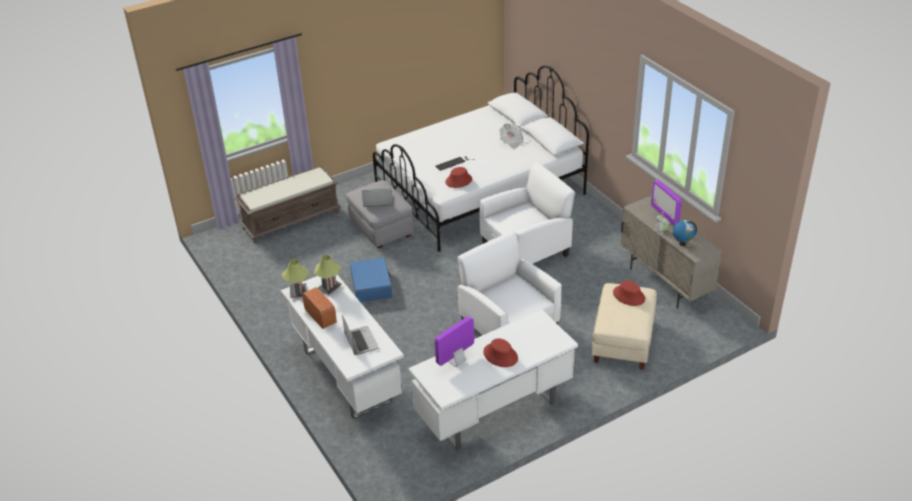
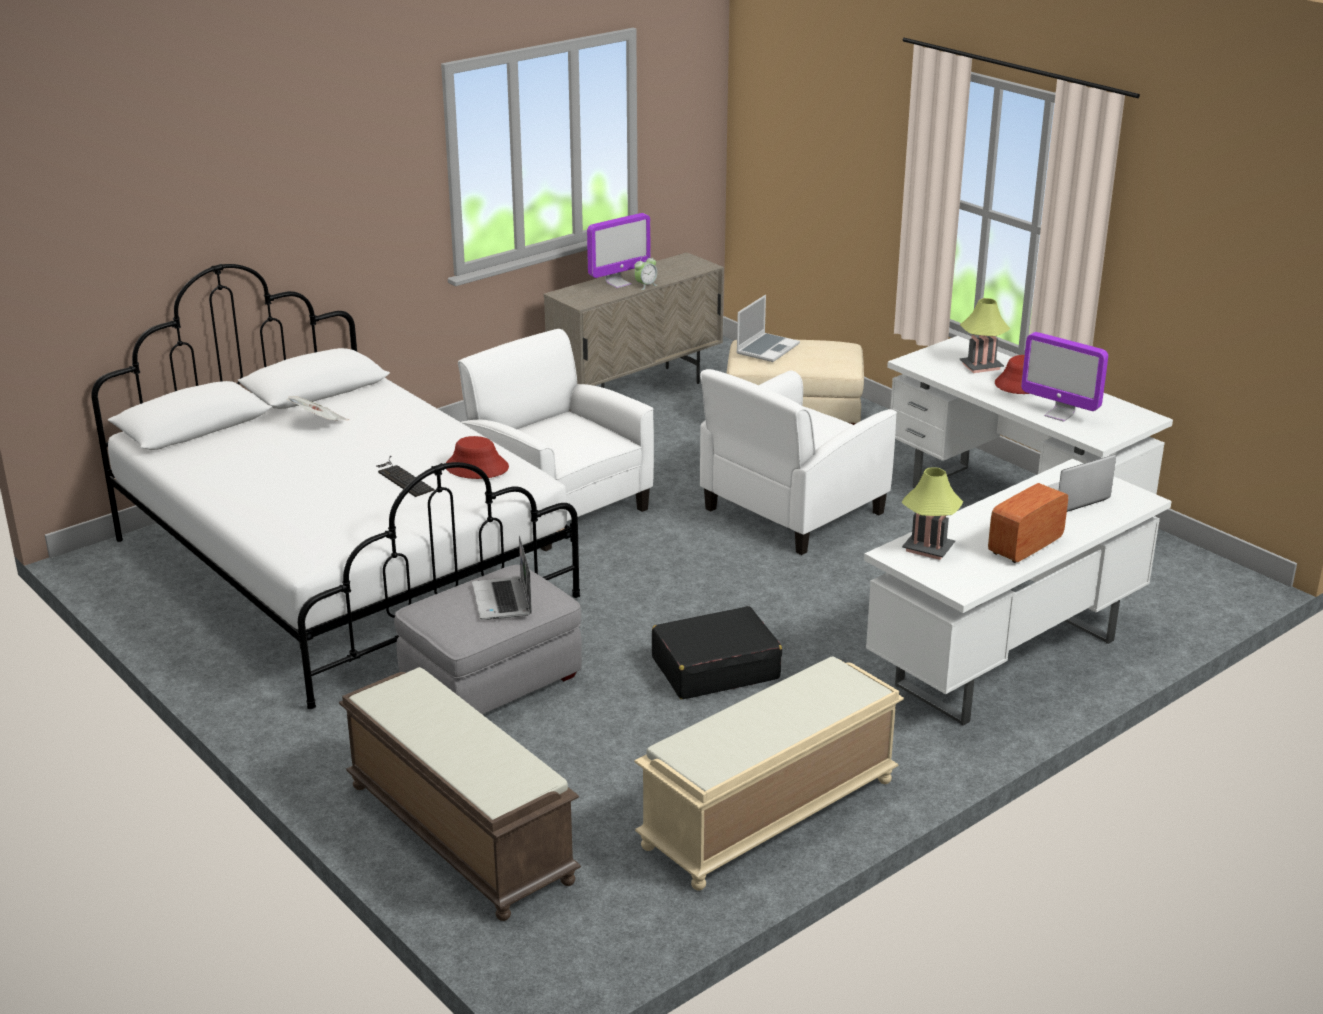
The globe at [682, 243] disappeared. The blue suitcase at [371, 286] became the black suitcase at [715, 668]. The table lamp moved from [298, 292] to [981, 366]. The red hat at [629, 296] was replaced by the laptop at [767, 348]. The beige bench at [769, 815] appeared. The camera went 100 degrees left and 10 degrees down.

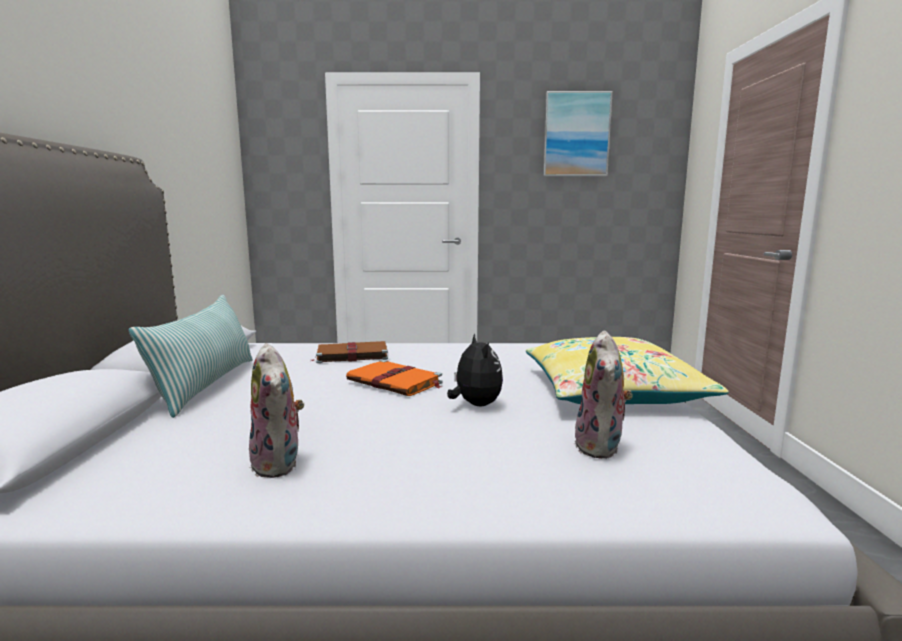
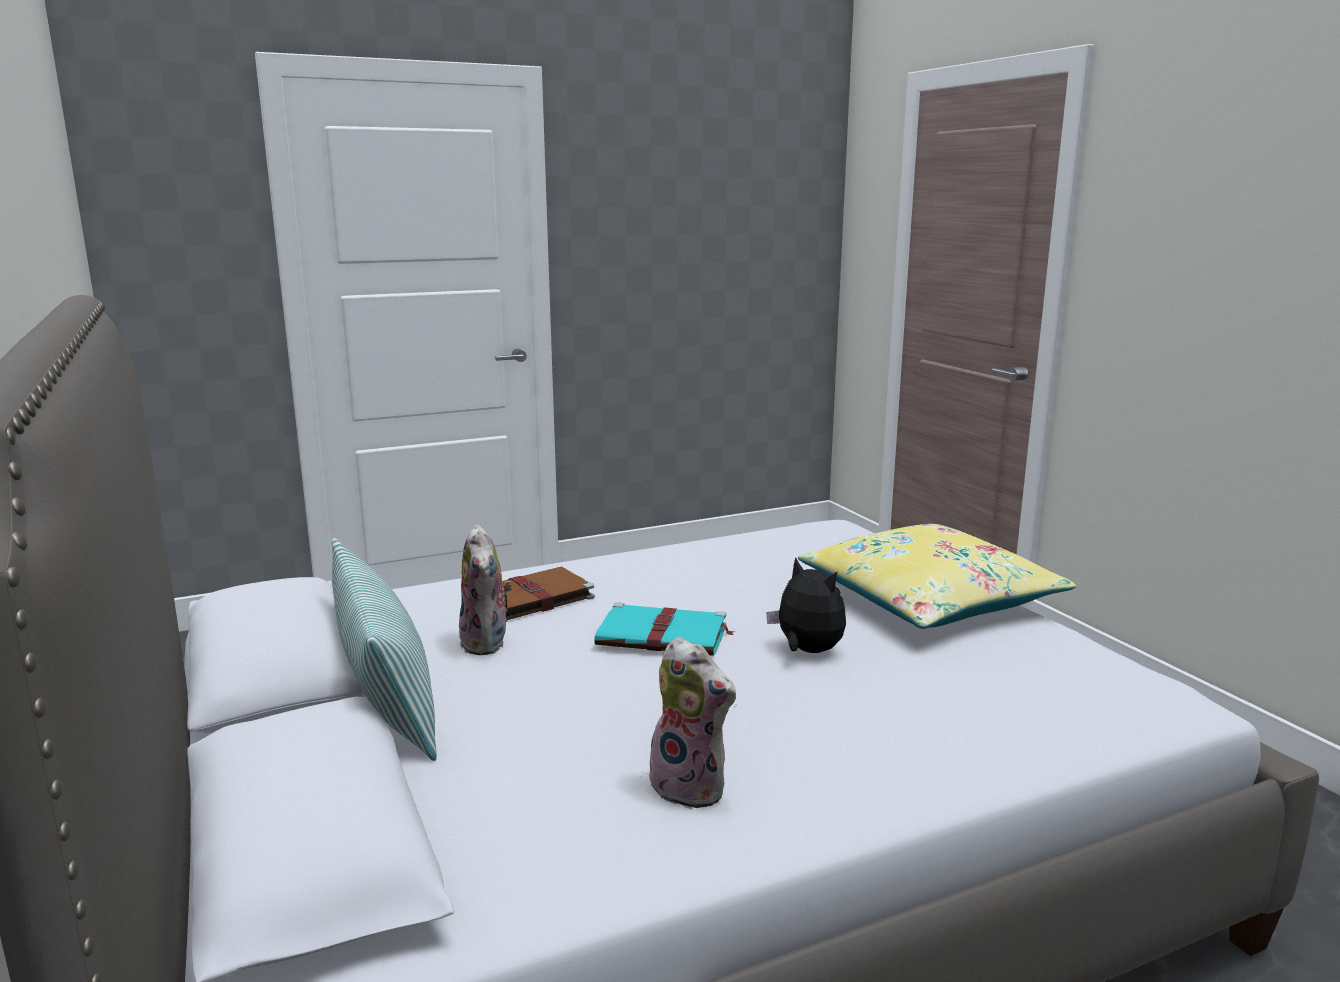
The picture at [576, 134] disappeared. The plush toy moved from [601, 447] to [488, 643]. The orange book at [396, 382] became the turquoise book at [664, 636]. The camera went 25 degrees left and 5 degrees up.

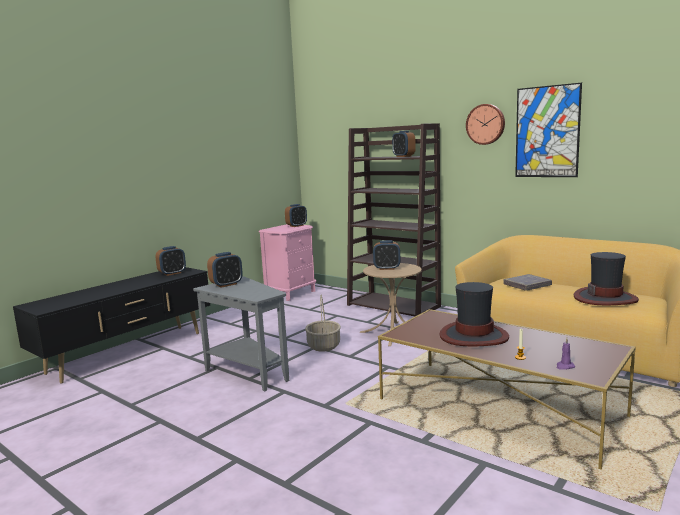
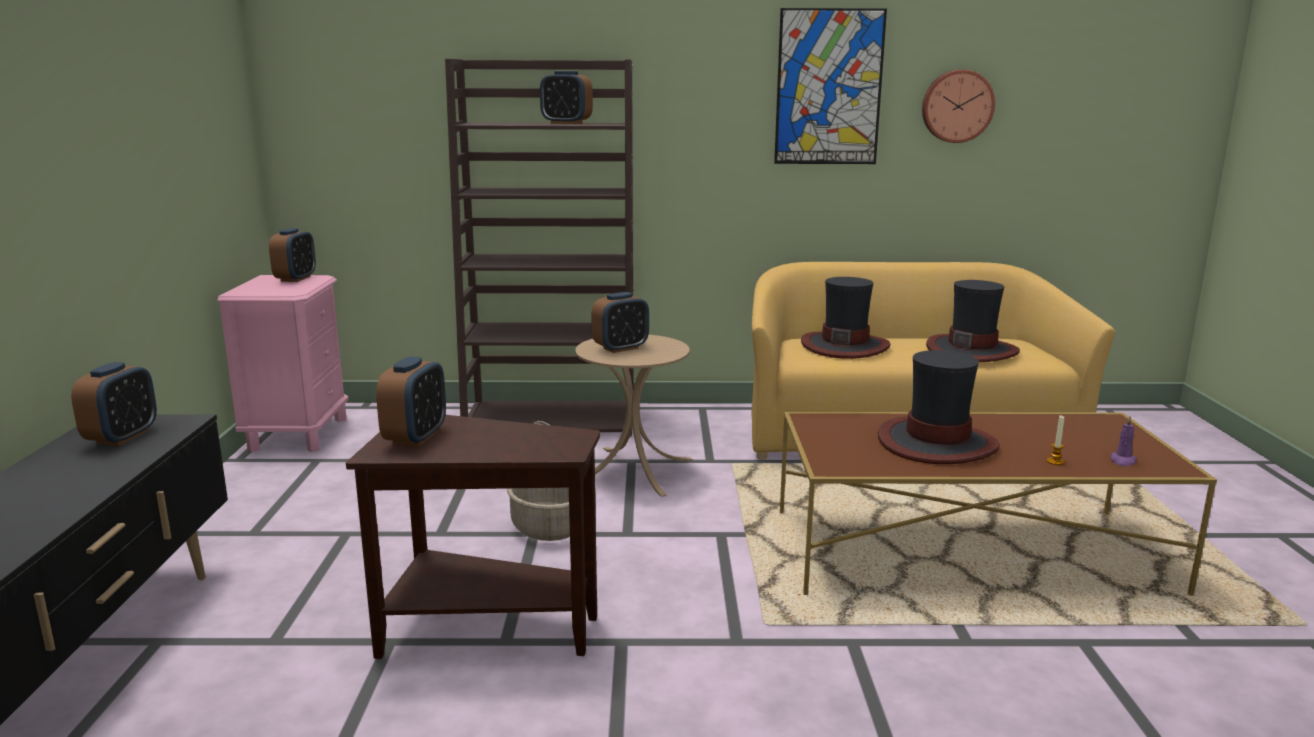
The wall clock moved from [486, 124] to [956, 106]. The grey book at [527, 285] was replaced by the hat at [844, 346]. The grey side table at [248, 372] became the brown side table at [482, 628]. The camera went 40 degrees left and 5 degrees up.

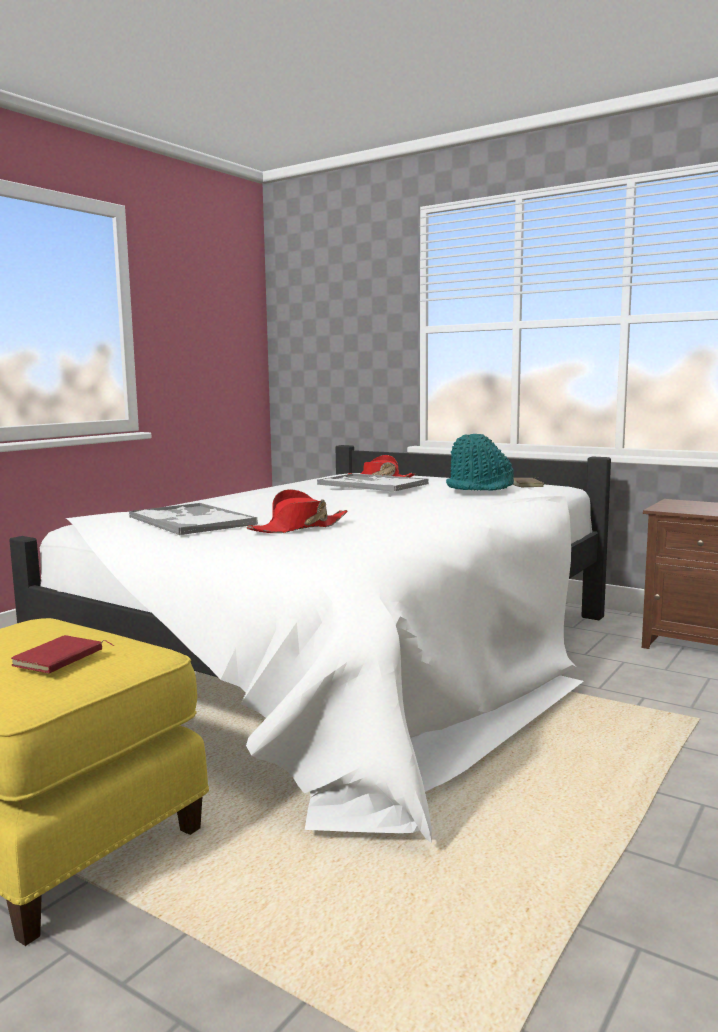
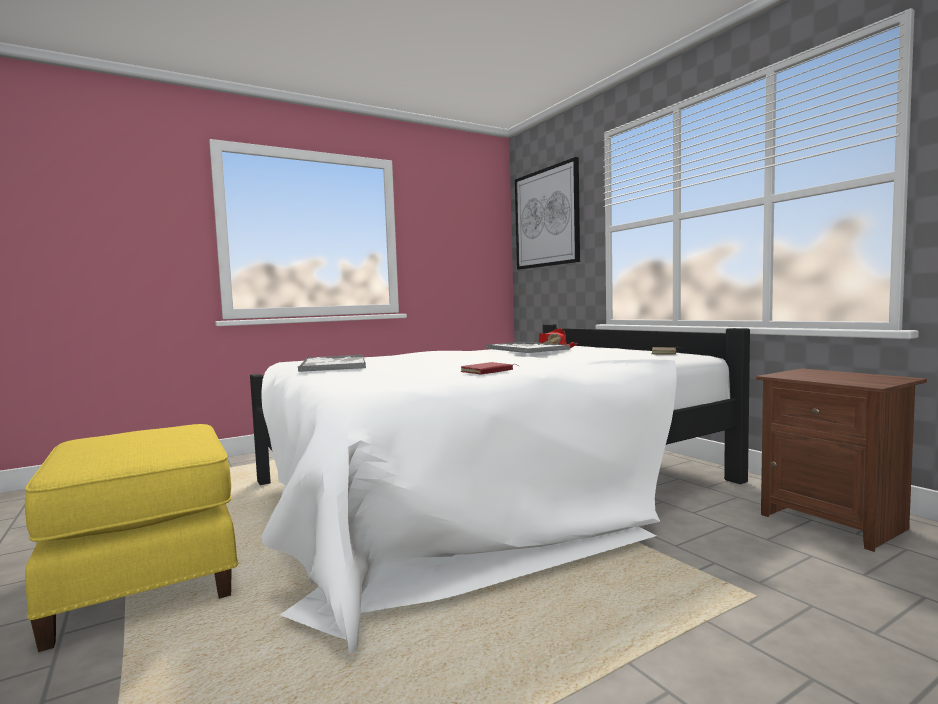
The turquoise hat at [480, 488] disappeared. The red hat at [298, 528] disappeared. The red book moved from [60, 659] to [488, 371]. The picture at [546, 218] appeared. The camera went 25 degrees right and 5 degrees down.

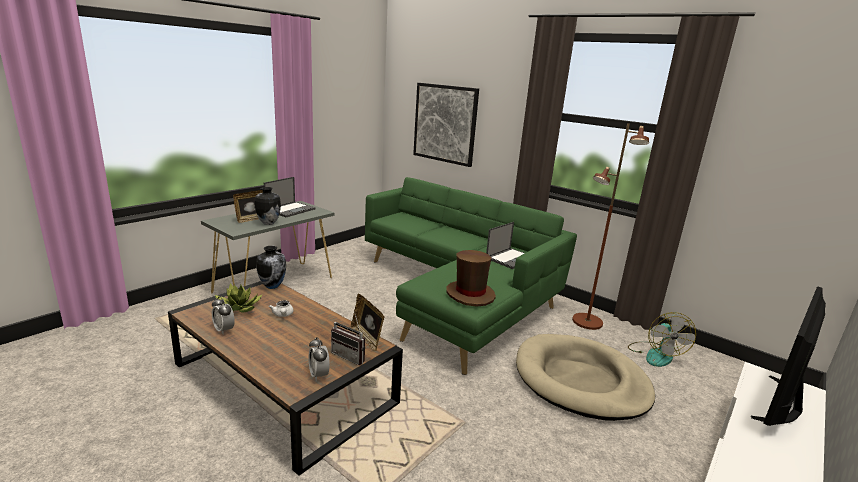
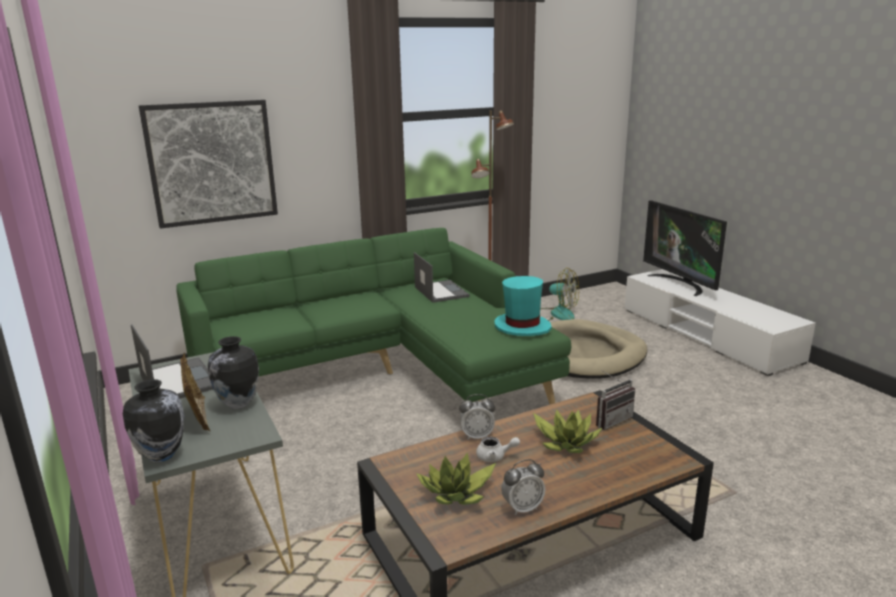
The vase moved from [272, 286] to [161, 455]. The brown hat at [470, 294] became the turquoise hat at [522, 327]. The picture frame at [367, 338] disappeared. The alarm clock moved from [319, 375] to [477, 436]. The potted plant at [566, 442] appeared. The camera went 65 degrees left and 0 degrees up.

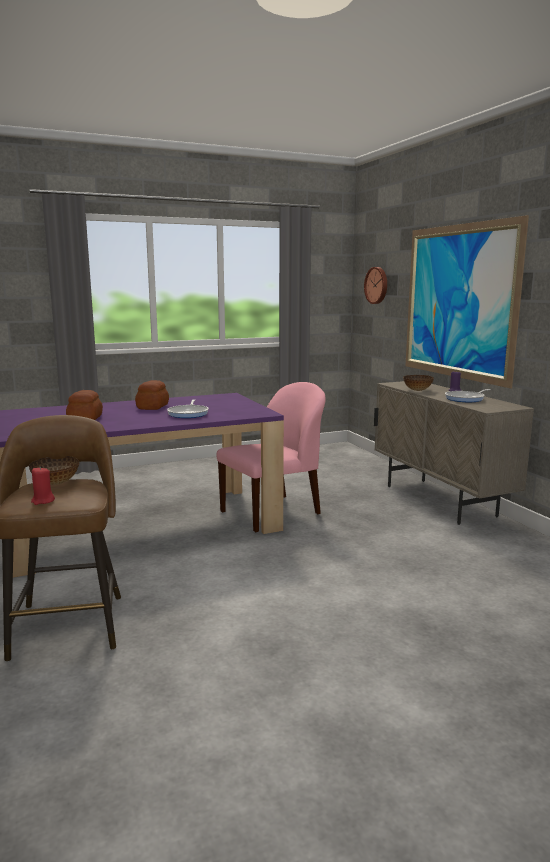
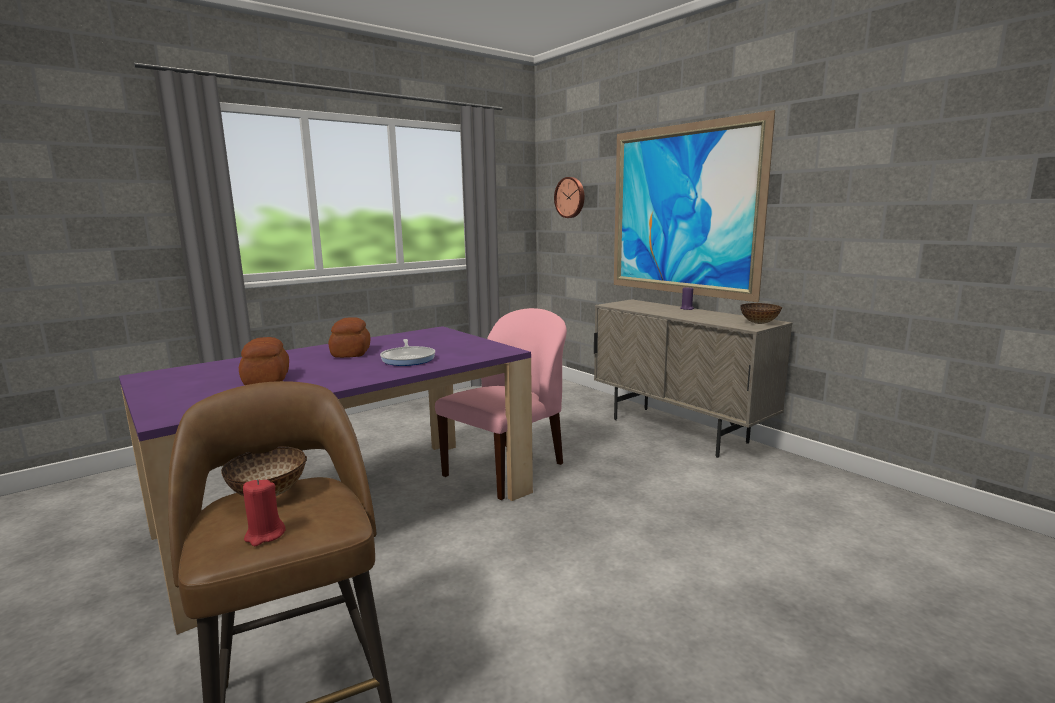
The bowl moved from [417, 390] to [758, 323]. The frying pan at [466, 399] disappeared. The camera went 15 degrees left and 0 degrees up.

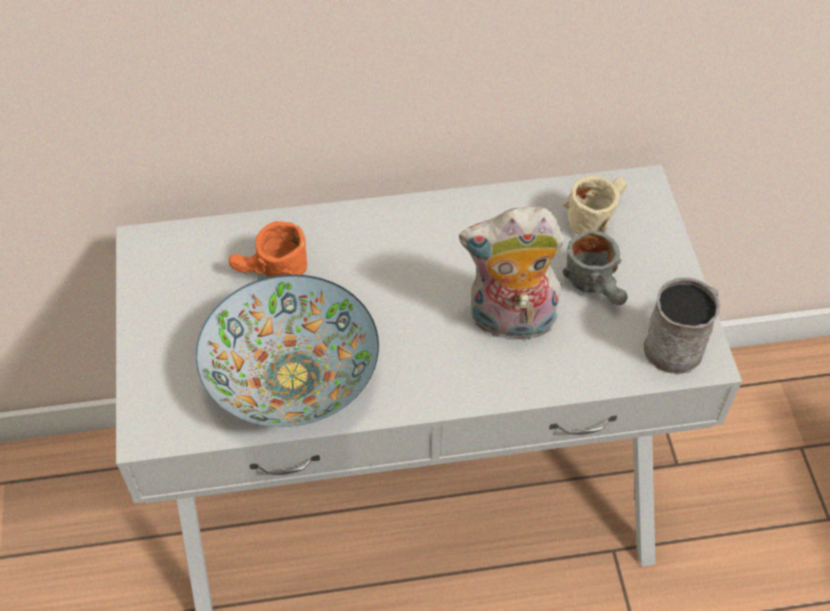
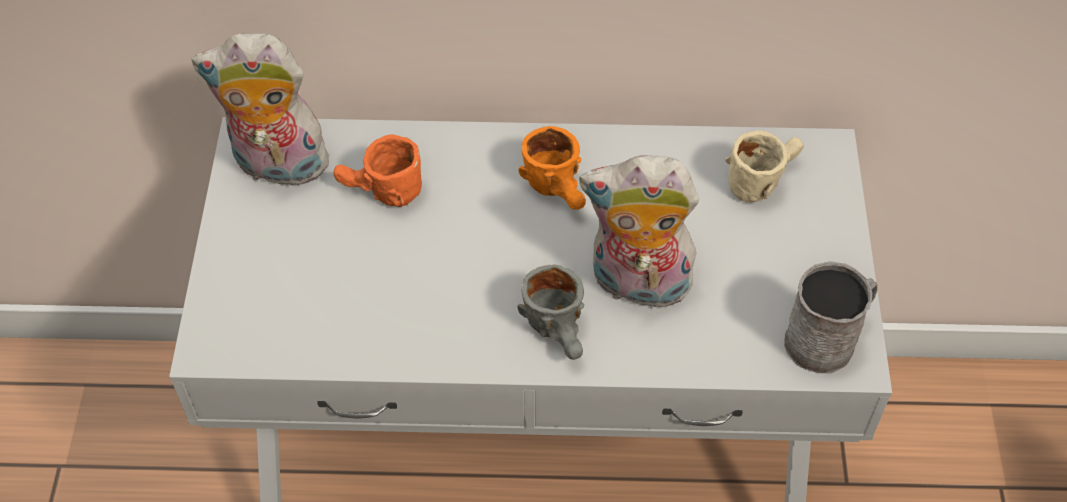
The grey mug moved from [598, 288] to [561, 333]. The bowl at [292, 376] disappeared. The plush toy at [277, 167] appeared. The orange mug at [560, 191] appeared. The camera went 10 degrees right and 0 degrees up.

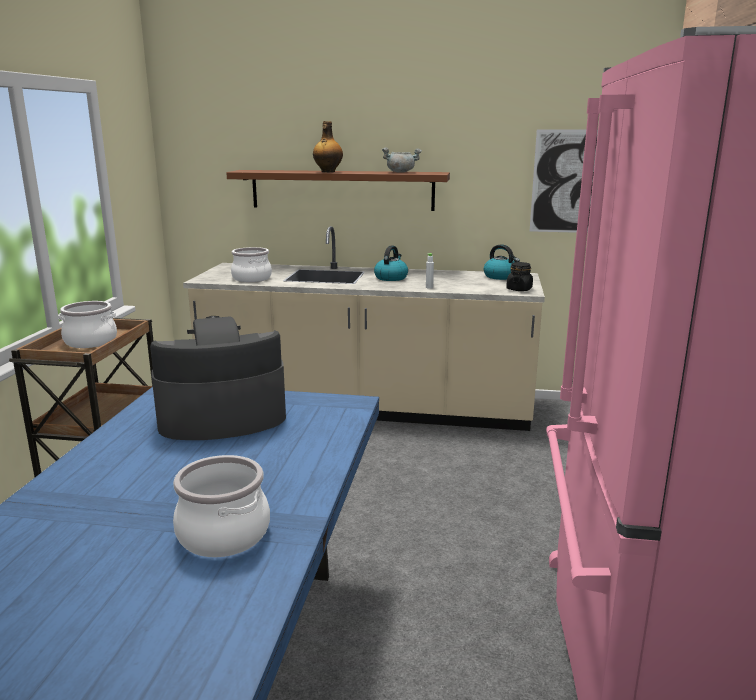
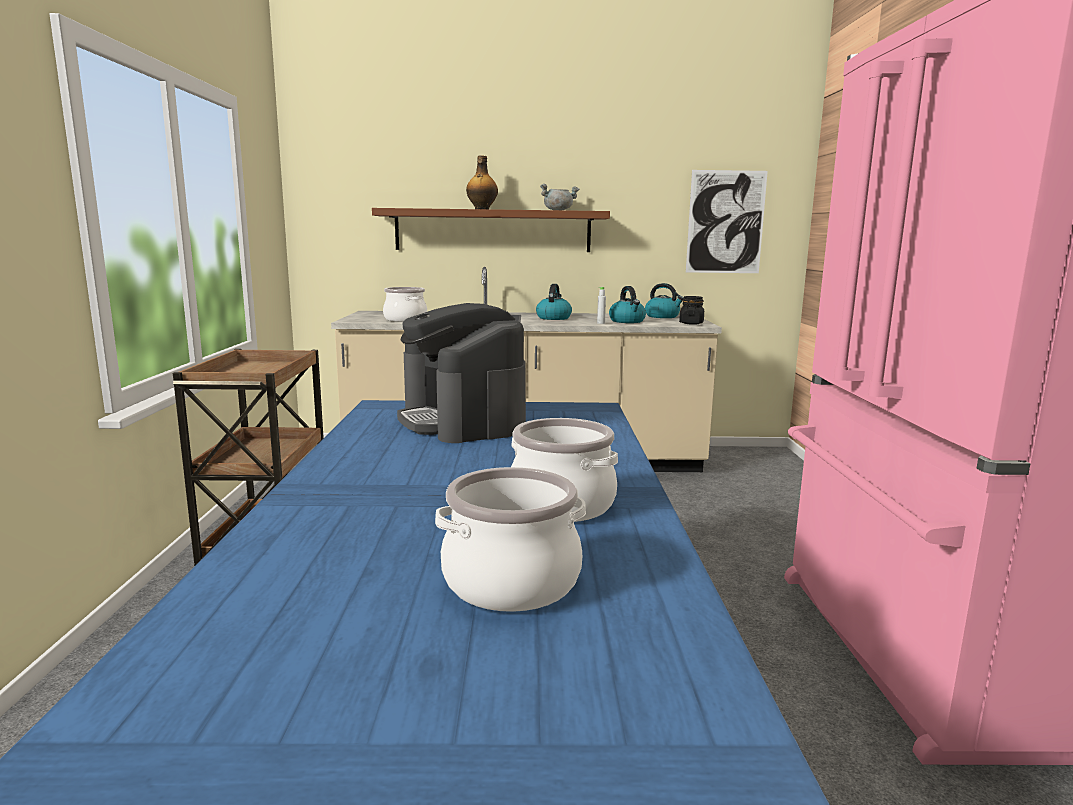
The cooking pot moved from [90, 342] to [511, 583]. The coffee machine at [221, 416] turned 90 degrees counterclockwise. The kettle at [627, 321] appeared. The camera went 10 degrees left and 5 degrees down.

